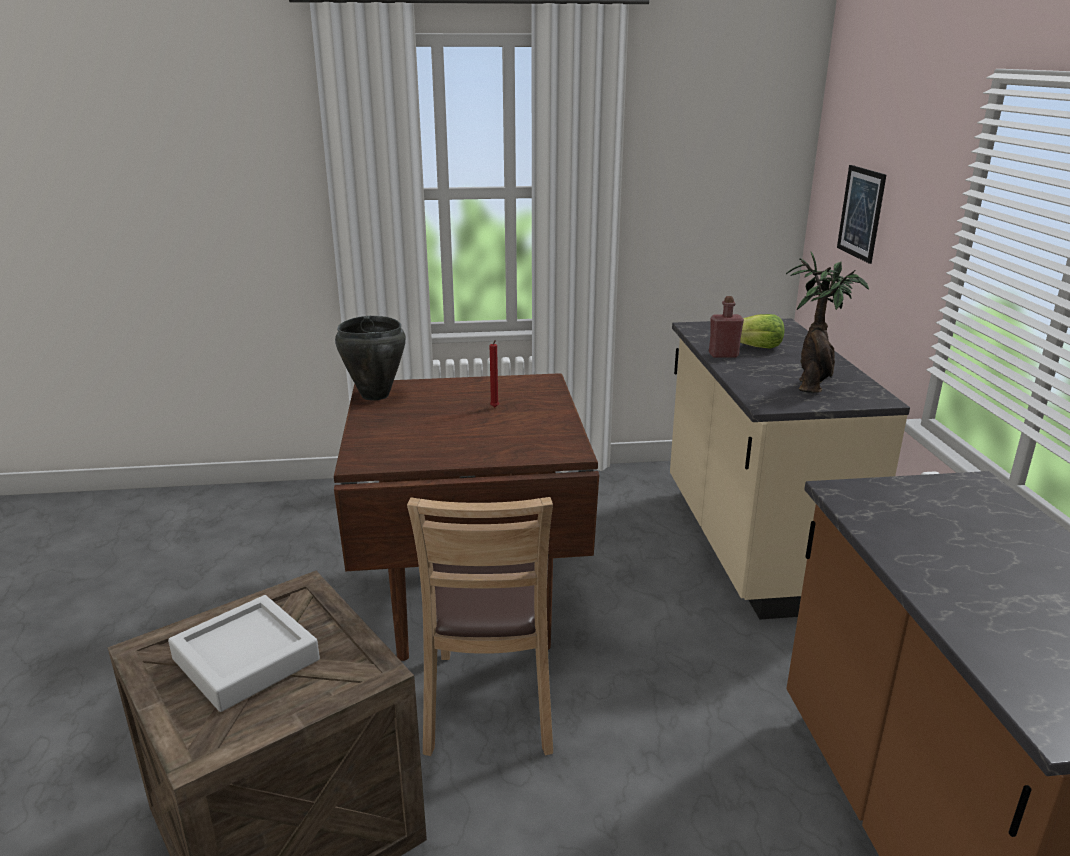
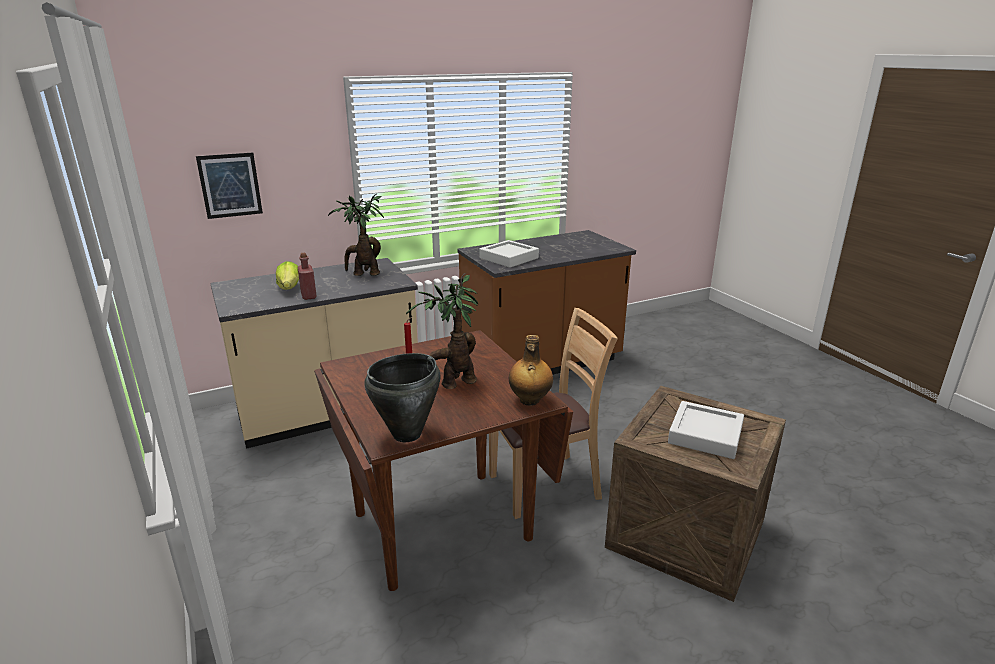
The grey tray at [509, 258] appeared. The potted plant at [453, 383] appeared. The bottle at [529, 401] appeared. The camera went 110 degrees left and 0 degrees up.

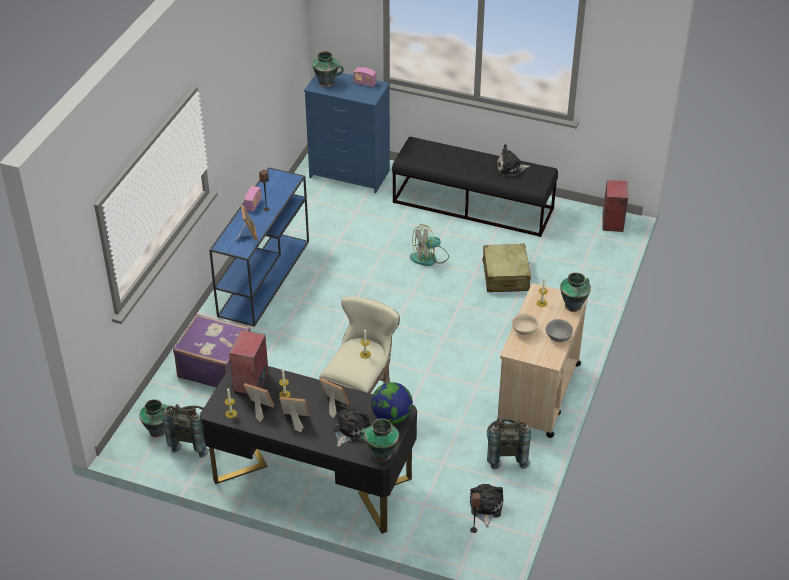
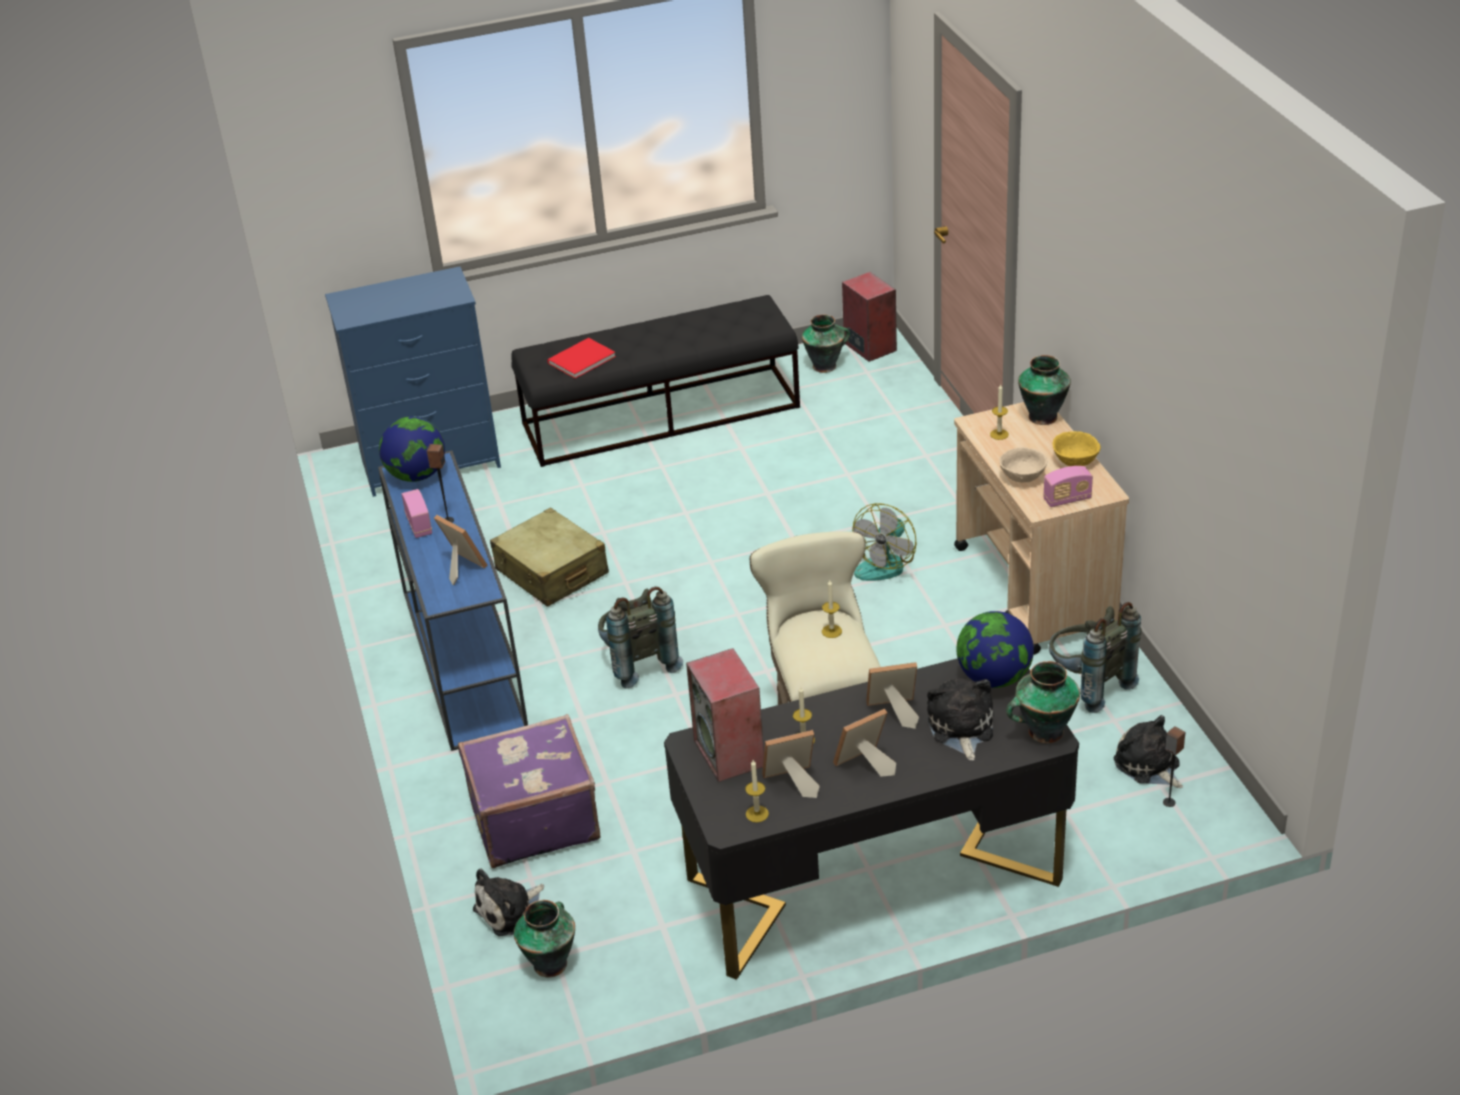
The vase moved from [327, 83] to [825, 366]. The radio moved from [364, 83] to [1067, 499]. The plush toy moved from [510, 168] to [510, 910]. The fan moved from [429, 258] to [885, 563]. The beige suitcase moved from [505, 276] to [551, 572]. The grey bowl at [558, 337] became the yellow bowl at [1074, 461]. The grey backpack moved from [192, 440] to [638, 662]. The red book at [579, 360] appeared. The globe at [417, 475] appeared. The camera went 35 degrees left and 5 degrees down.

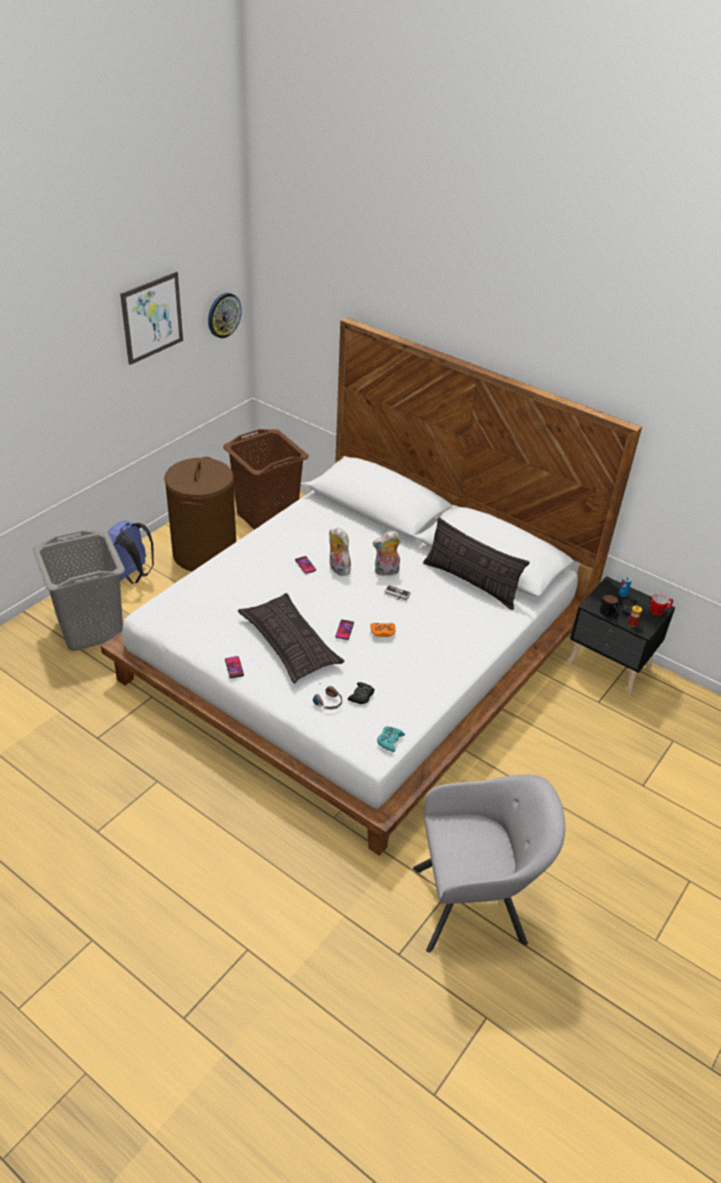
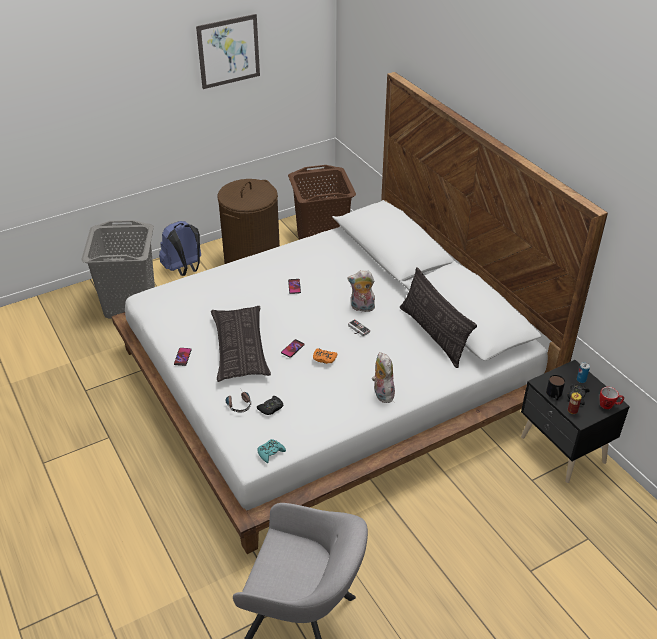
The wall clock at [223, 315] disappeared. The plush toy moved from [337, 569] to [381, 393]. The camera went 25 degrees right and 0 degrees up.

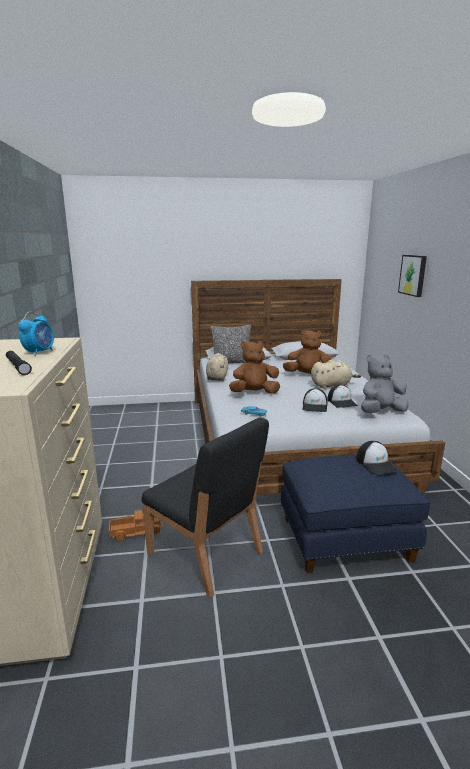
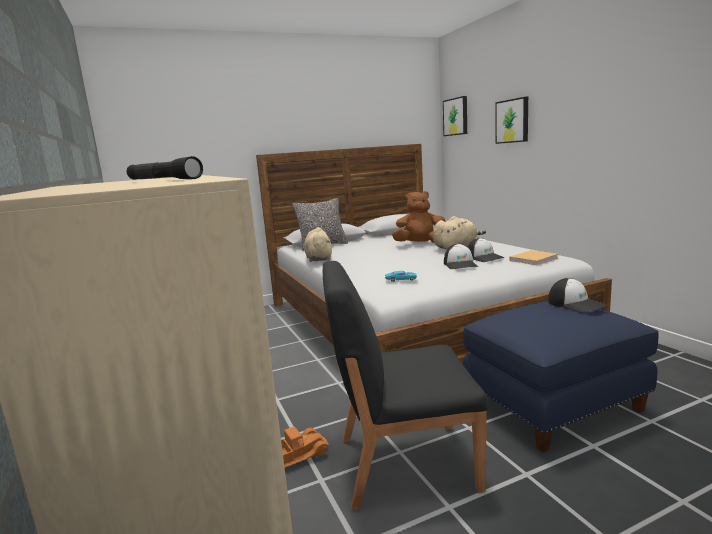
The alarm clock at [40, 352] disappeared. The brown plush toy at [254, 393] disappeared. The grey plush toy at [380, 412] was replaced by the beige book at [534, 259]. The black chair at [205, 554] turned 150 degrees clockwise. The picture at [456, 116] appeared. The camera went 15 degrees left and 5 degrees down.

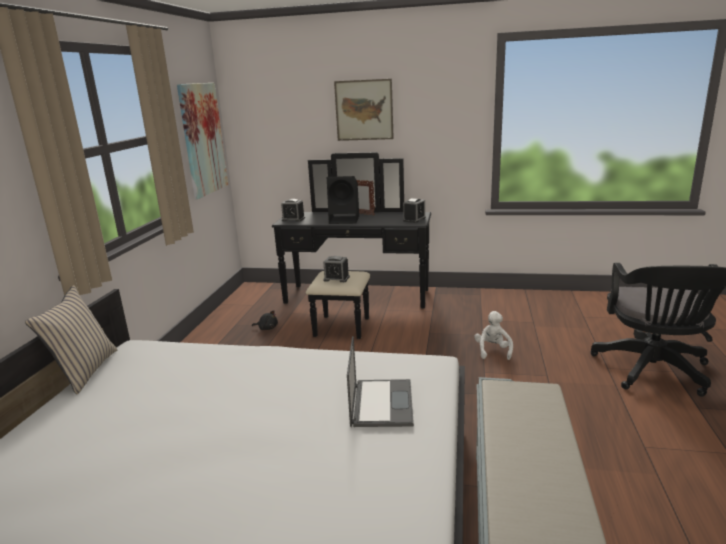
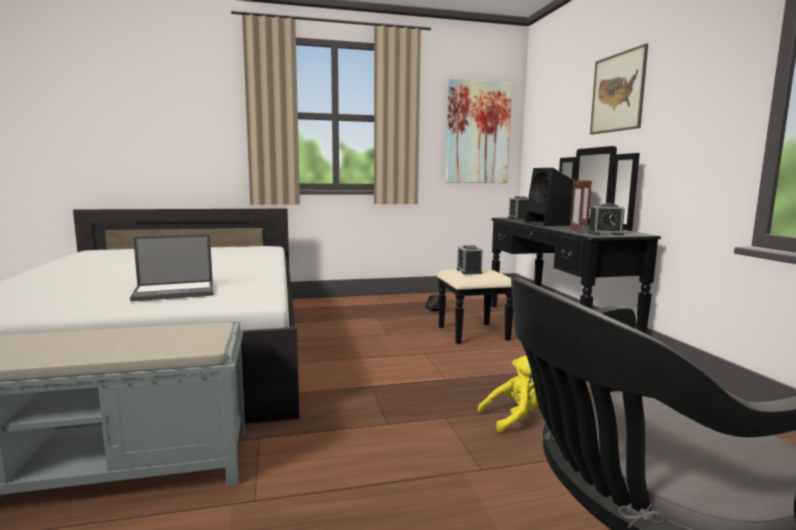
The beige pillow at [84, 371] disappeared. The white plush toy at [493, 351] became the yellow plush toy at [513, 418]. The picture frame at [575, 230] appeared. The camera went 65 degrees right and 10 degrees down.

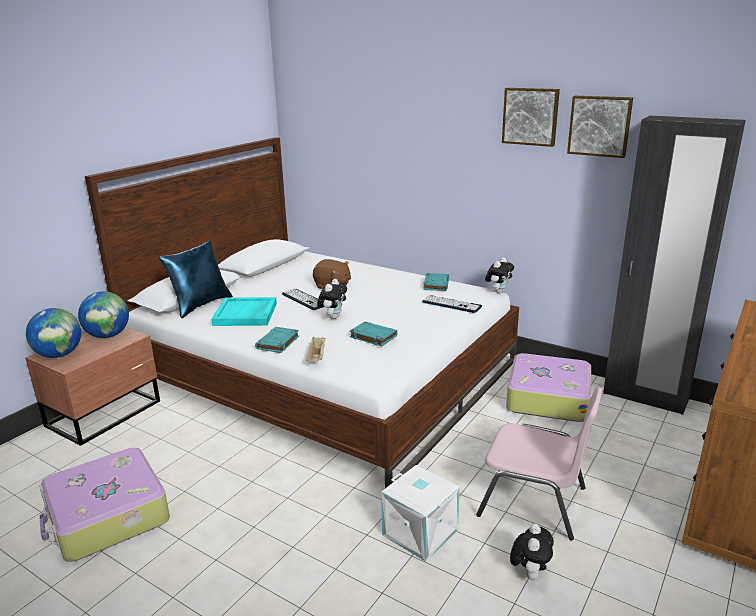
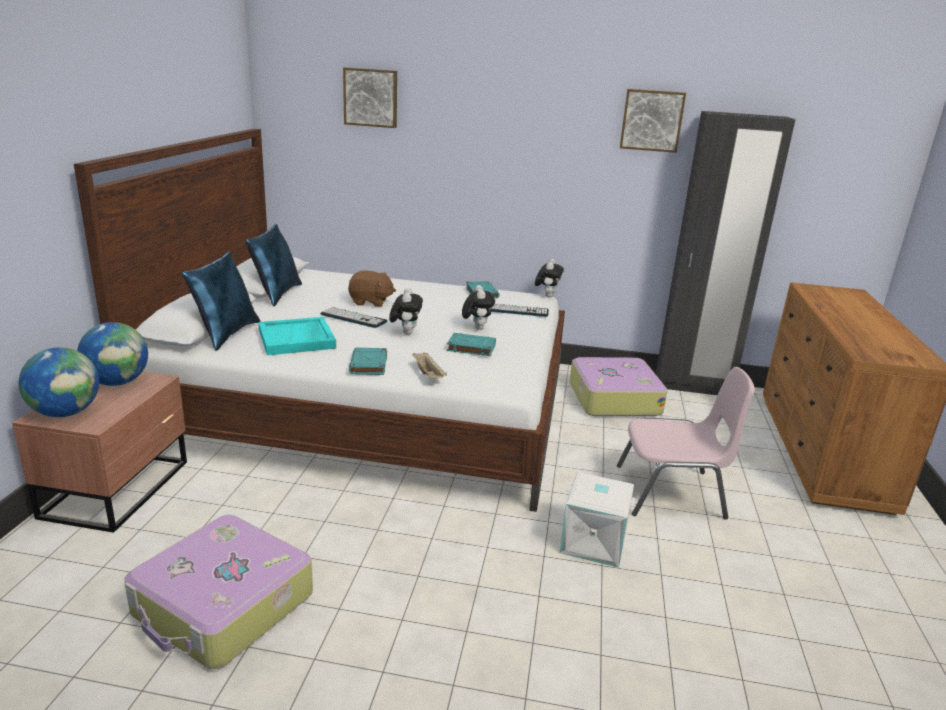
The picture moved from [530, 116] to [371, 97]. The plush toy moved from [529, 573] to [476, 328]. The blue pillow at [277, 294] appeared. The camera went 25 degrees left and 0 degrees up.

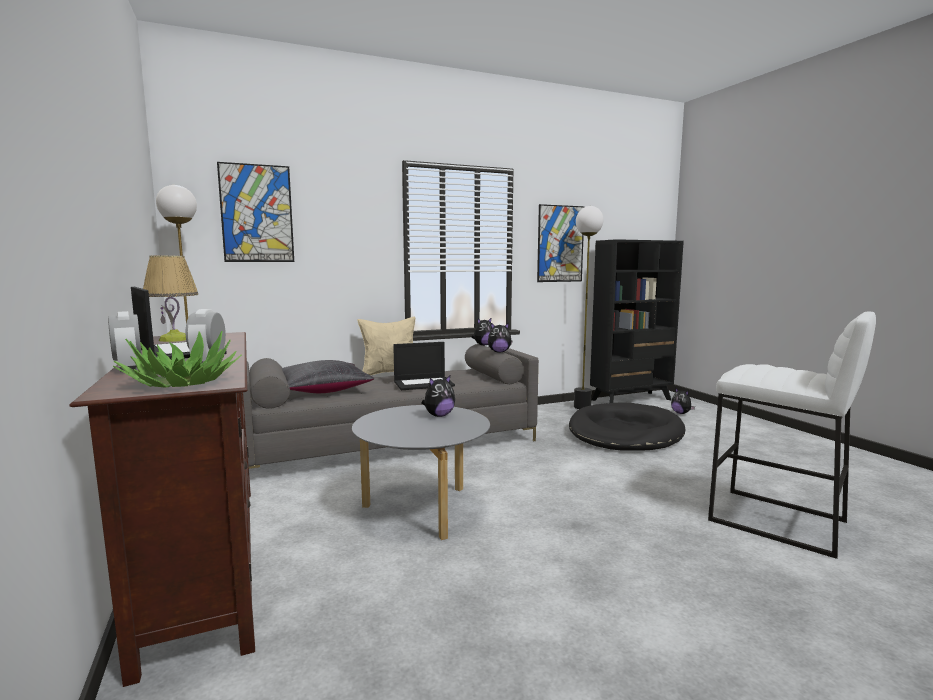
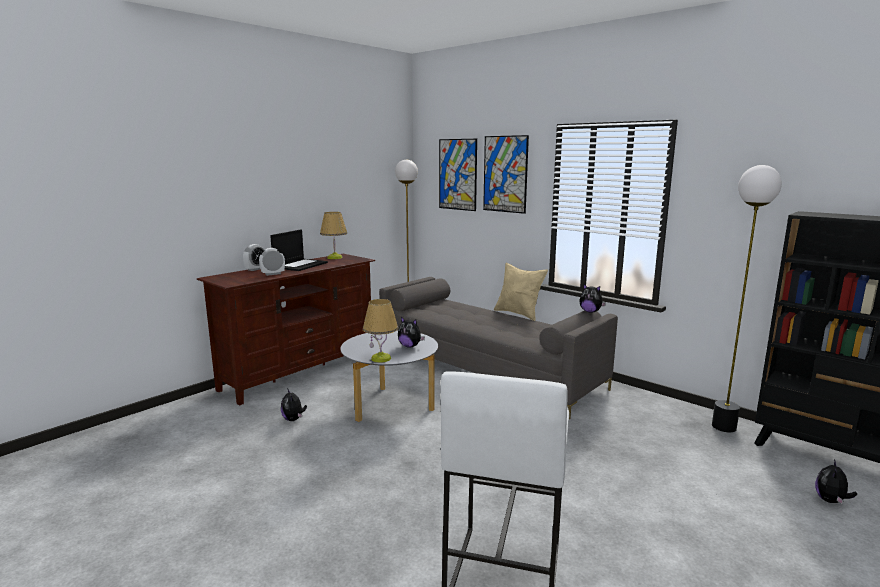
The picture moved from [560, 244] to [505, 174]. The plush toy moved from [499, 352] to [293, 419]. The potted plant at [182, 382] disappeared. The laptop at [424, 383] disappeared. The black pillow at [323, 389] disappeared. The black dog bed at [625, 433] disappeared. The table lamp at [381, 358] appeared. The camera went 65 degrees right and 5 degrees up.

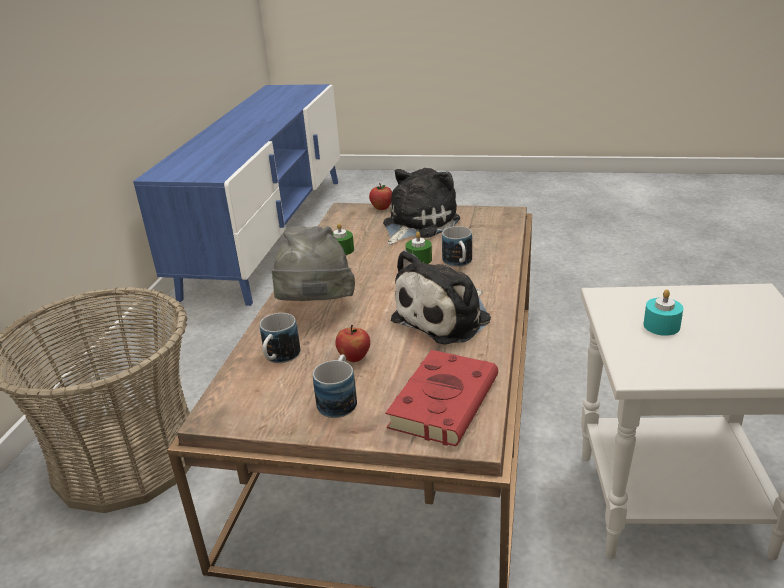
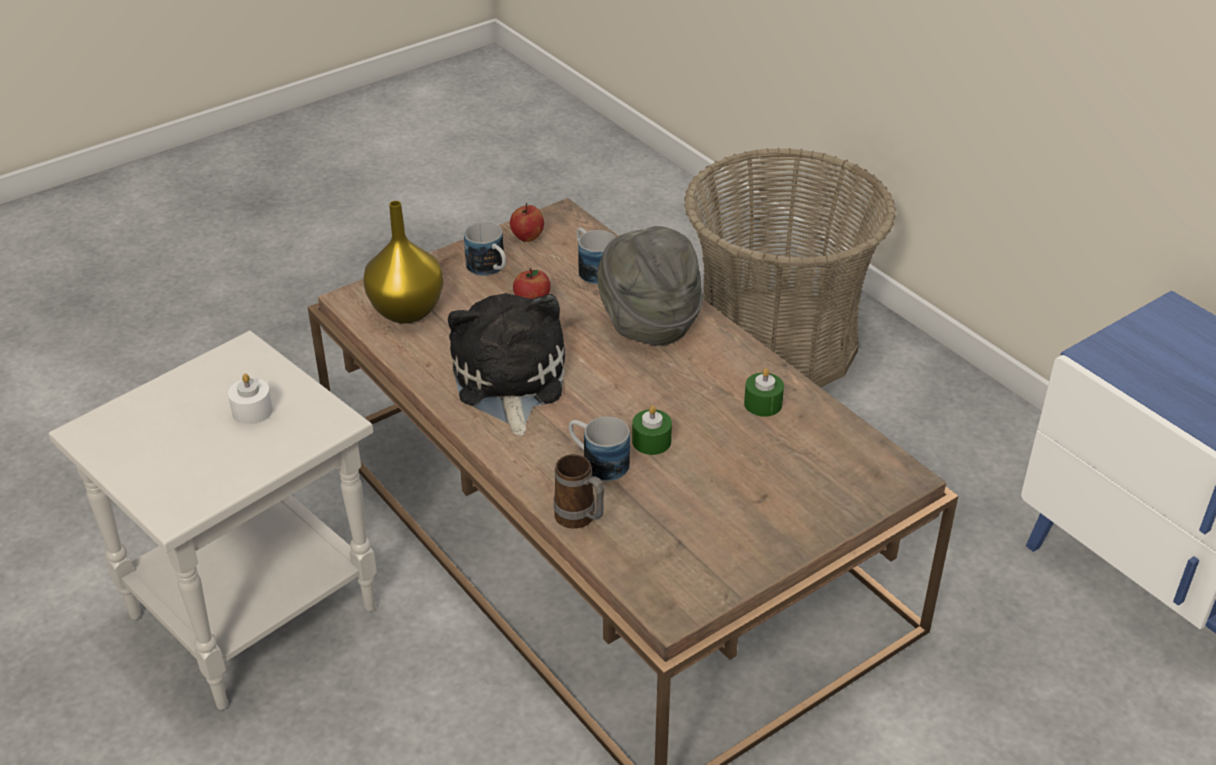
The plush toy at [417, 224] disappeared. The apple moved from [382, 208] to [527, 237]. The turquoise candle at [661, 326] became the white candle at [252, 411]. The red book at [444, 400] was replaced by the yellow vase at [408, 311]. The mug at [580, 520] appeared. The camera went 130 degrees right and 10 degrees up.

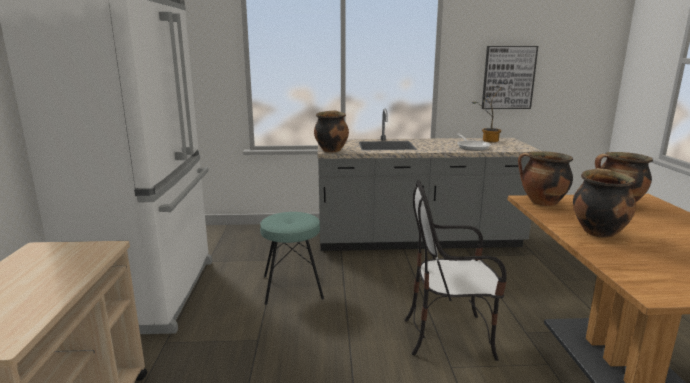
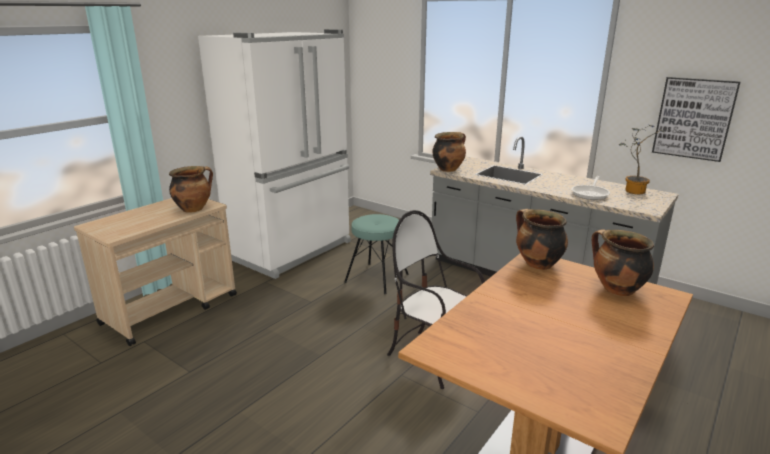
The cooking pot moved from [597, 231] to [194, 209]. The camera went 40 degrees right and 5 degrees up.

